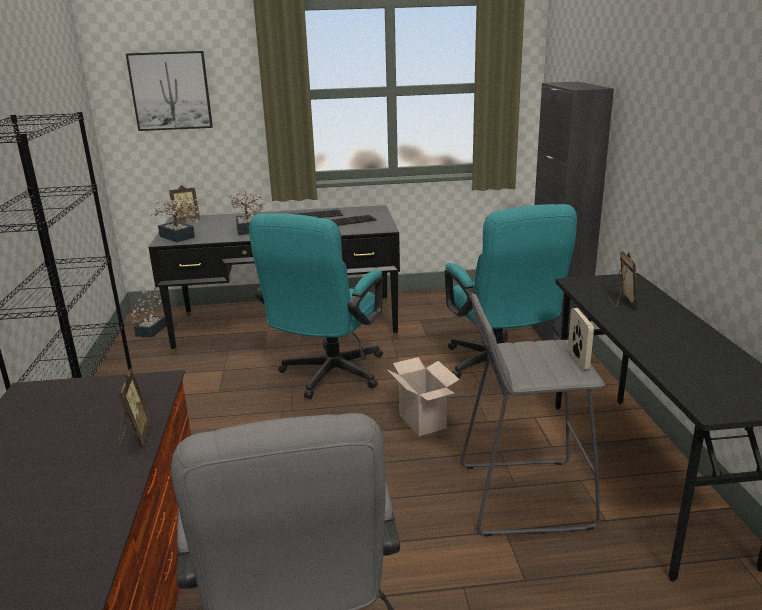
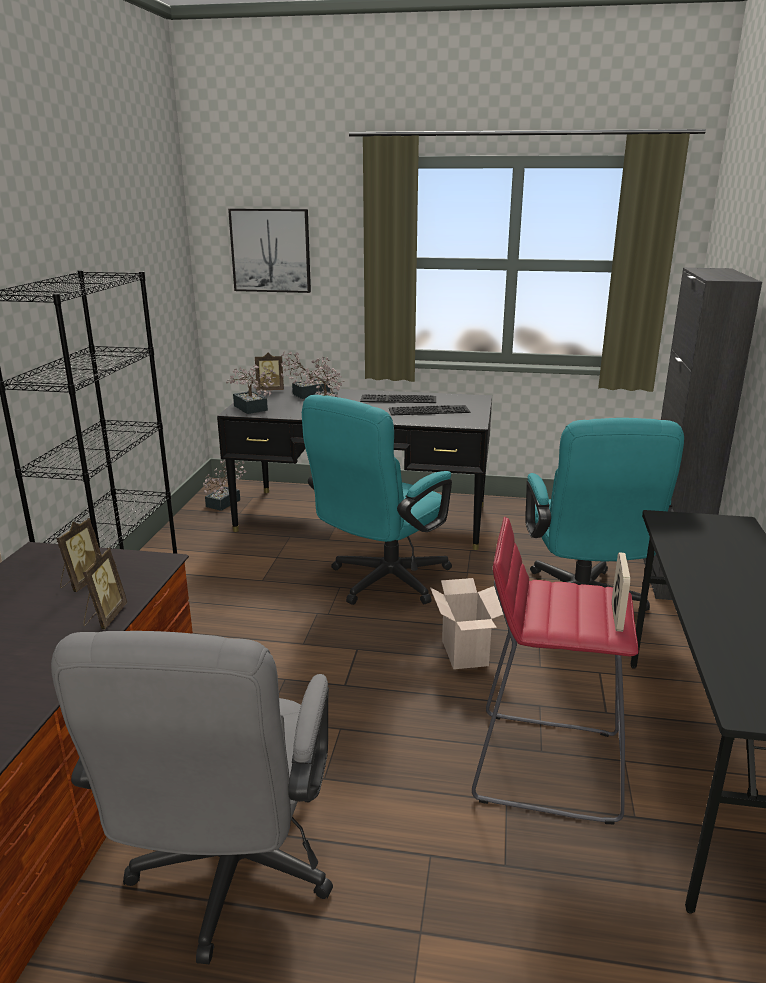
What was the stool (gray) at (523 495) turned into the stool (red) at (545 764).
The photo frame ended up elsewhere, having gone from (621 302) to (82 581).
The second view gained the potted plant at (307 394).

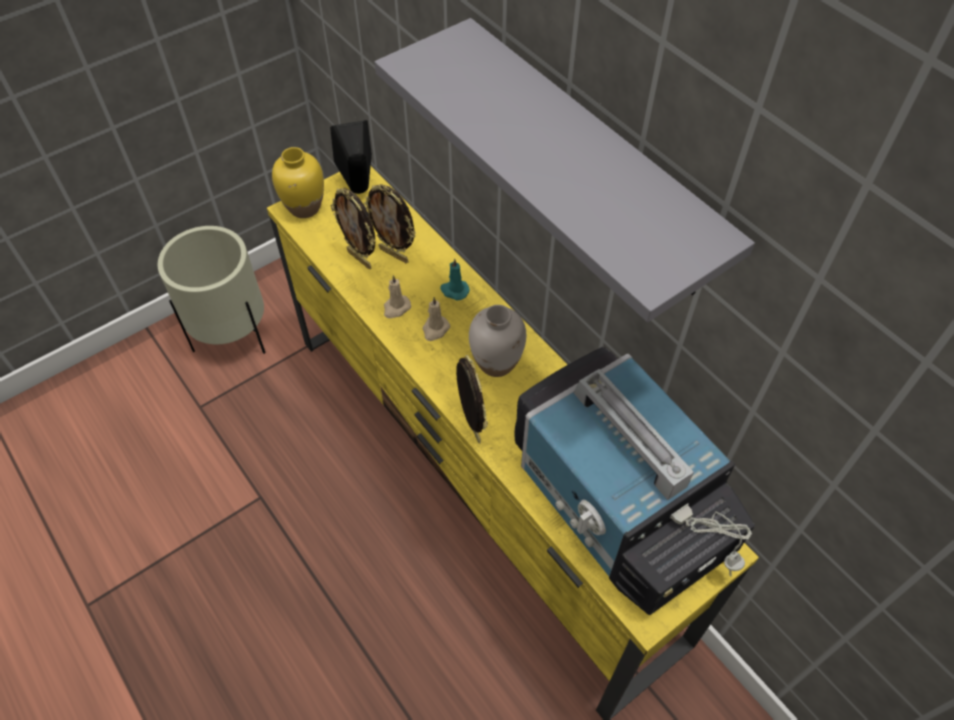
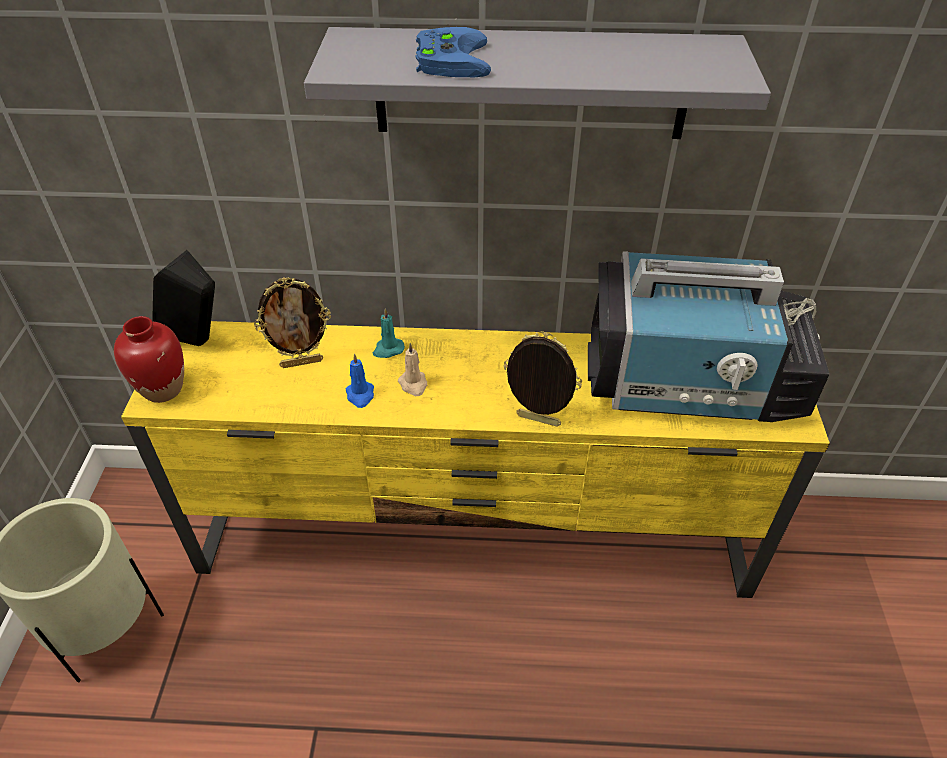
What was the decorative vase (yellow) at (305 207) turned into the decorative vase (red) at (163 389).
The second view lost the photo frame at (360 259).
What was the candle (beige) at (396 308) turned into the candle (blue-coloured) at (360 395).
The second view lost the decorative vase (white) at (496 363).
The second view gained the joypad (blue-coloured) at (449 59).

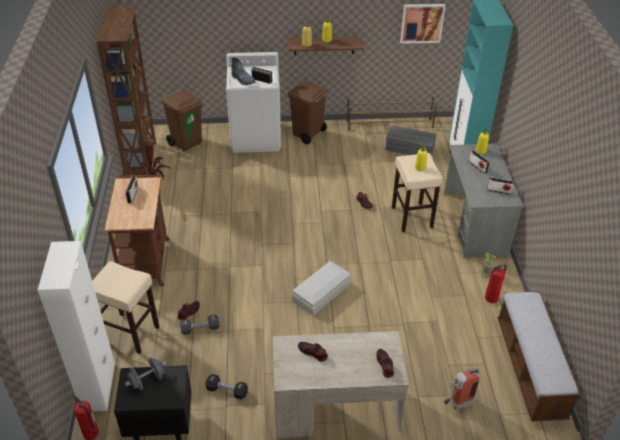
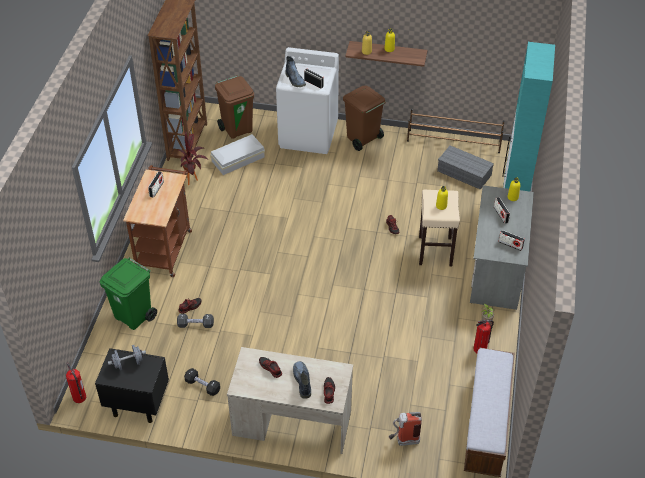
The second view lost the cupboard (white) at (98 387).
Where the stool (beige) stood at (131 333), the rubbish bin (green) came to stand at (134 316).
The storage container (white) ended up elsewhere, having gone from (322 292) to (239 159).
The second view lost the wall art at (422 23).
The second view gained the tall boot at (302 381).

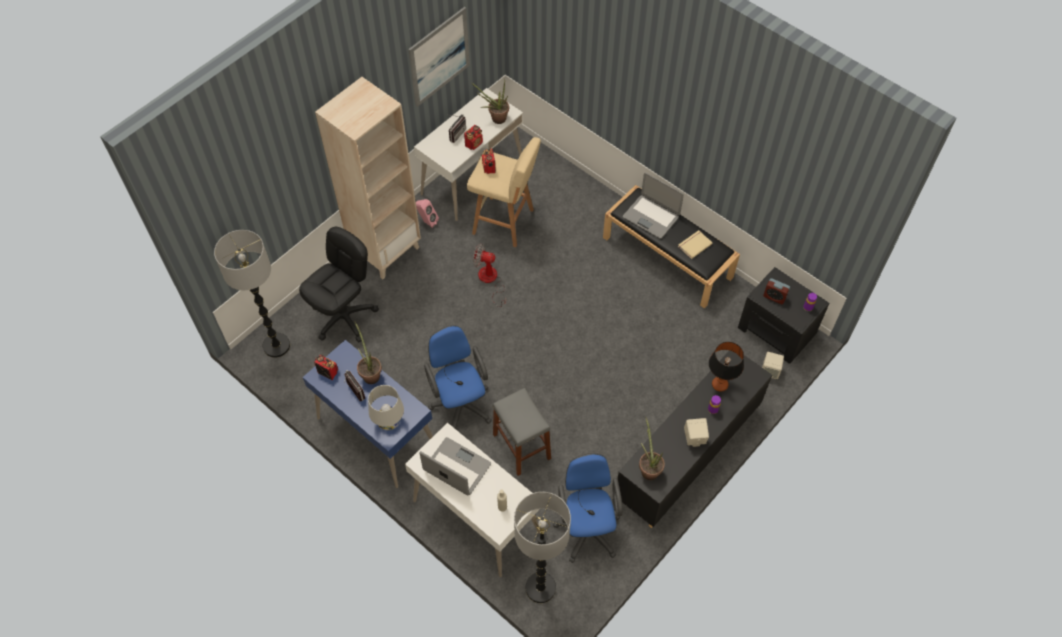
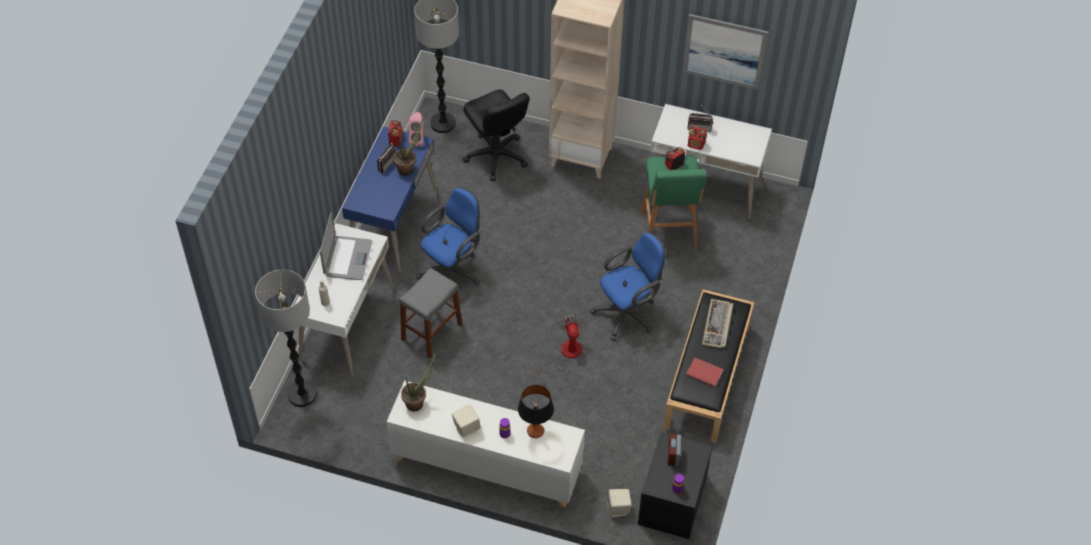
The computer chair (black-coloured) at (344 317) ended up facing another way, 45 degrees clockwise from before.
The second view lost the table lamp (white) at (389 422).
The loudspeaker (pink) ended up elsewhere, having gone from (427 222) to (417 139).
What was the stool (beige) at (505 222) turned into the stool (green) at (668 231).
The second view lost the potted plant at (495 119).
The cooling fan ended up elsewhere, having gone from (490 280) to (565 354).
The computer chair (blue-coloured) ended up elsewhere, having gone from (587 527) to (628 313).
What was the cupboard (black-coloured) at (687 455) turned into the cupboard (white) at (486 465).
Where the laptop stood at (651 216), the keyboard came to stand at (718 325).
What was the volume (beige) at (694 244) turned into the volume (red) at (704 372).

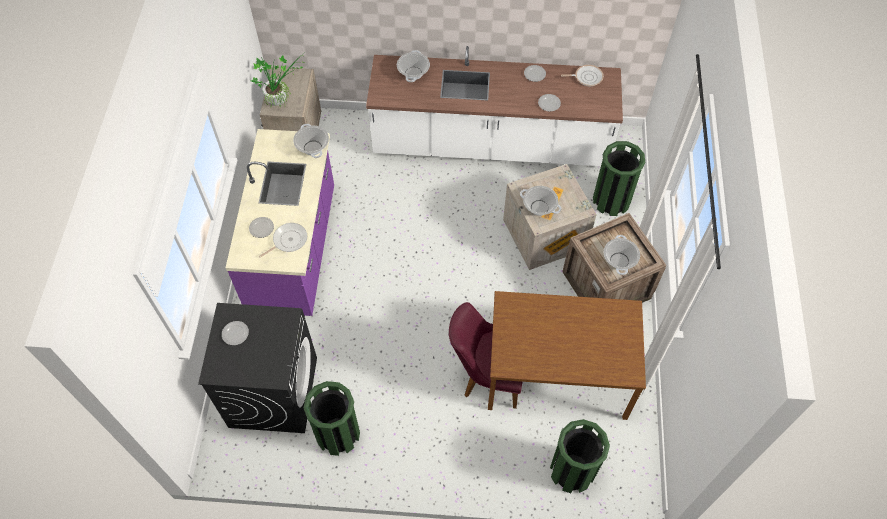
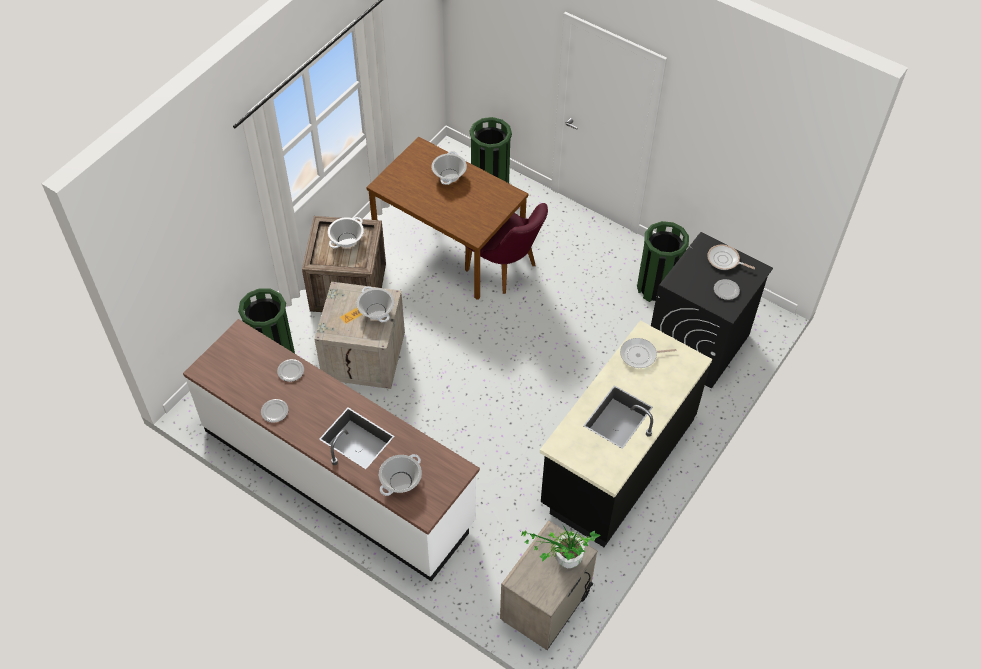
What was the kitchen base unit (purple-coloured) at (295 251) turned into the kitchen base unit (black-coloured) at (617 462).
The second view lost the plate at (261 228).
The saucepot ended up elsewhere, having gone from (312 148) to (449 175).
The frying pan ended up elsewhere, having gone from (586 77) to (725 260).

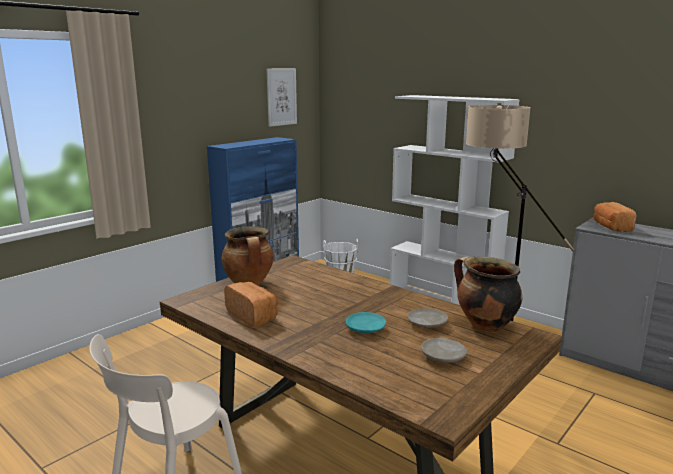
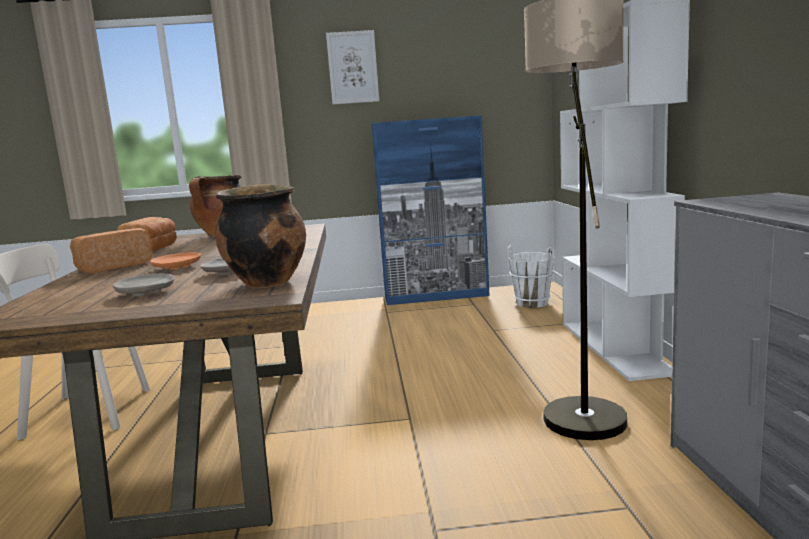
The wall art ended up elsewhere, having gone from (281 97) to (353 67).
What was the plate (turquoise-coloured) at (365 329) turned into the plate (orange) at (176 268).
The baked bread ended up elsewhere, having gone from (610 227) to (112 267).

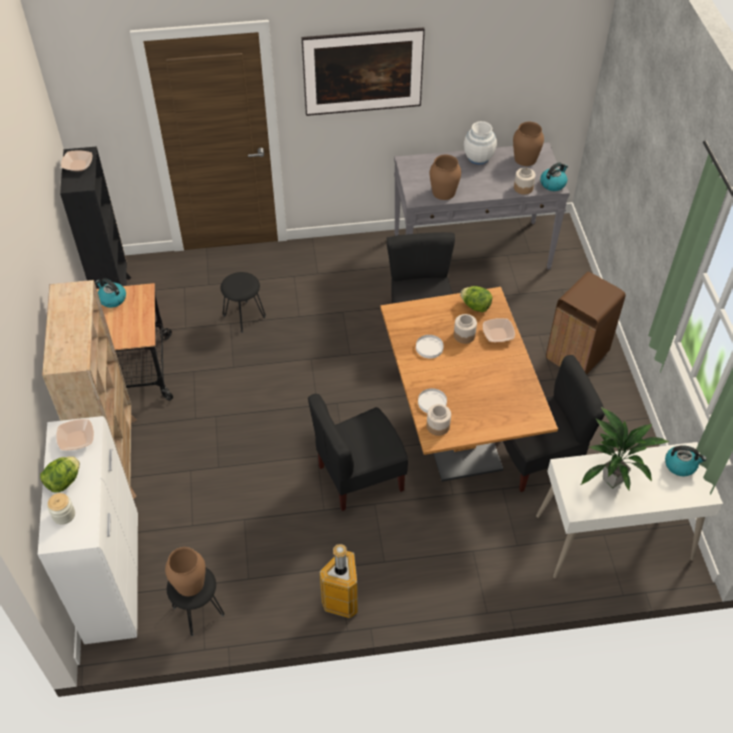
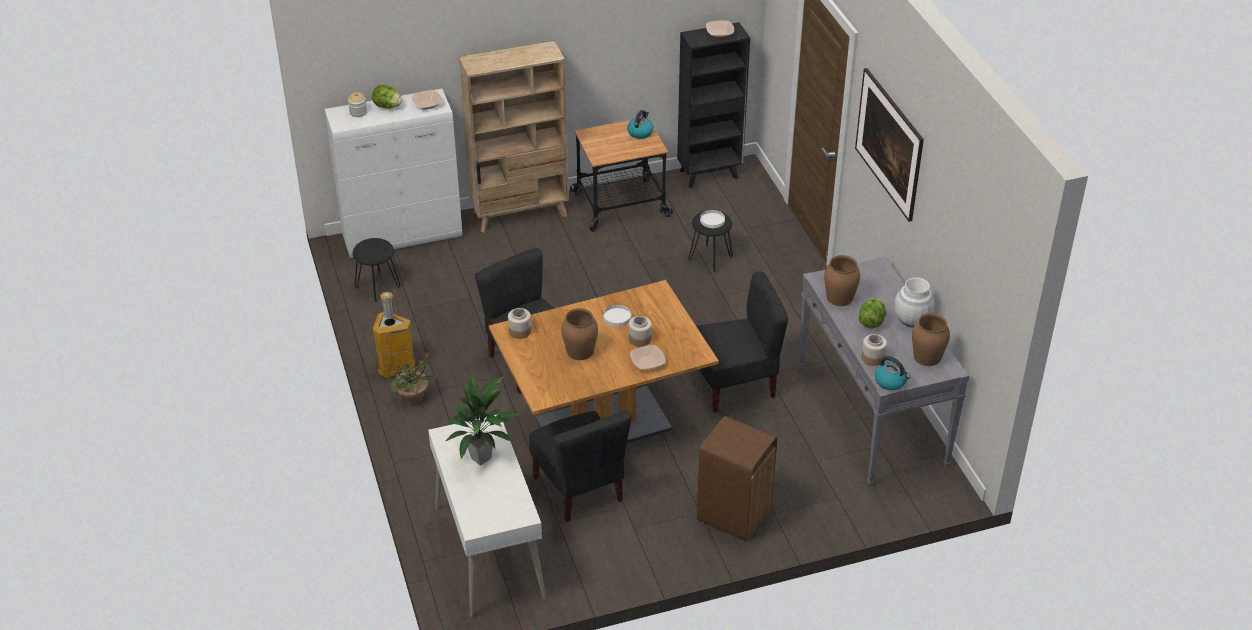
The decorative vase (brown) ended up elsewhere, having gone from (189 583) to (580 351).
The plate (white) ended up elsewhere, having gone from (432 402) to (712 220).
The lettuce ended up elsewhere, having gone from (475 306) to (871 322).
The second view lost the tea kettle at (681 465).
The second view gained the potted plant at (413 398).

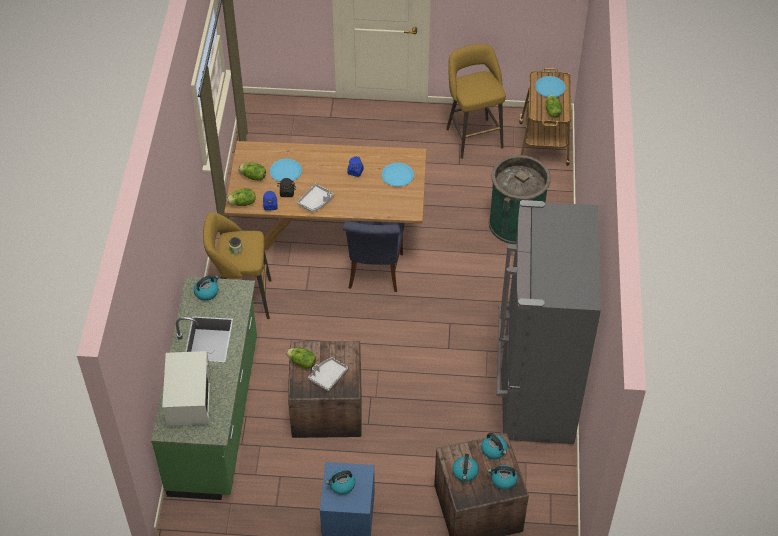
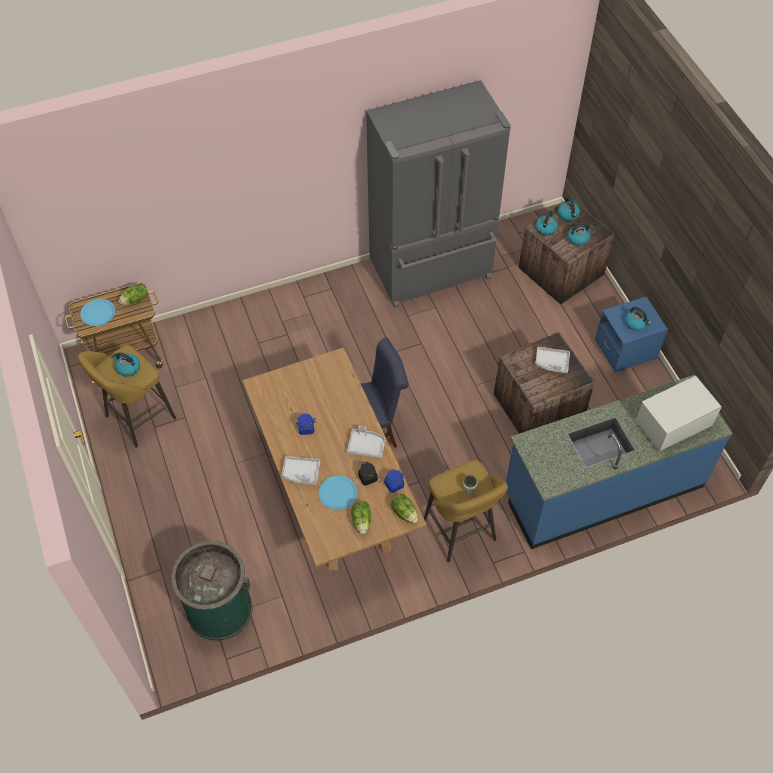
What was the kitchen base unit (green) at (215 416) turned into the kitchen base unit (blue-coloured) at (602 489).
The tea kettle ended up elsewhere, having gone from (207 292) to (127 368).
The second view lost the lettuce at (301 363).
The second view lost the plate (blue-coloured) at (397 175).
The rubbish bin (green) ended up elsewhere, having gone from (516 223) to (219 608).
The second view gained the tray (gray) at (301 473).

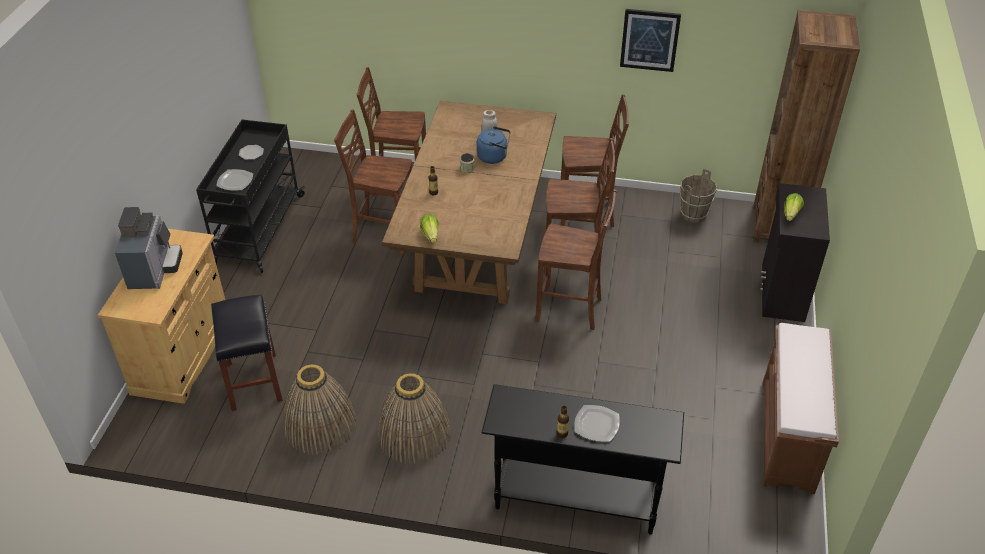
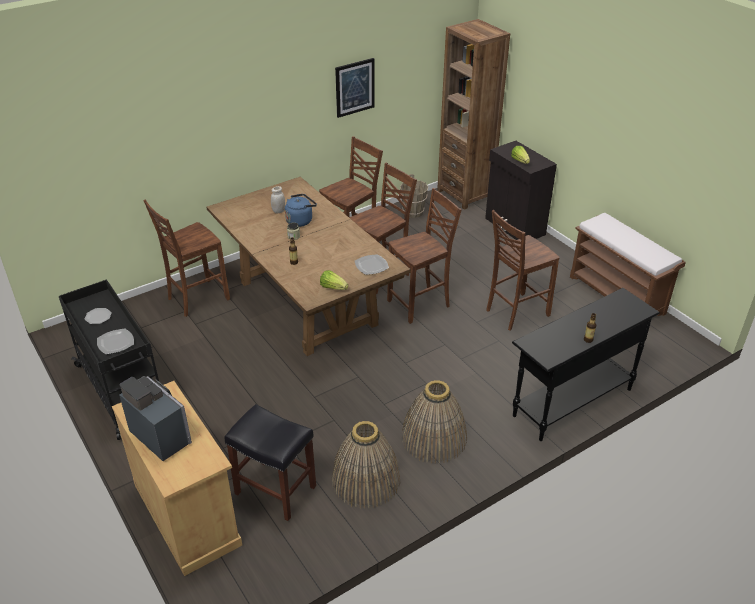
The plain chair (brown) ended up elsewhere, having gone from (383 233) to (515 312).
The plate ended up elsewhere, having gone from (596 425) to (371 266).

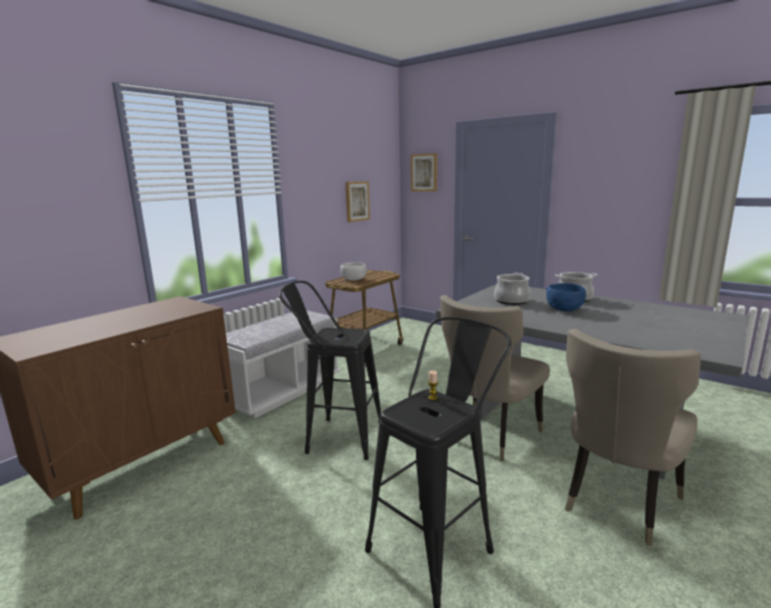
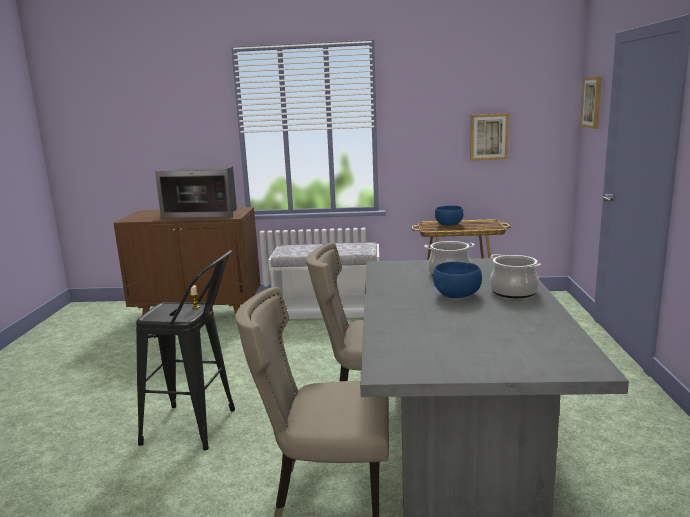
The second view lost the stool (black-coloured) at (336 437).
What was the serving bowl (white) at (354 279) turned into the serving bowl (blue-coloured) at (449 225).
The second view gained the microwave at (203 213).

